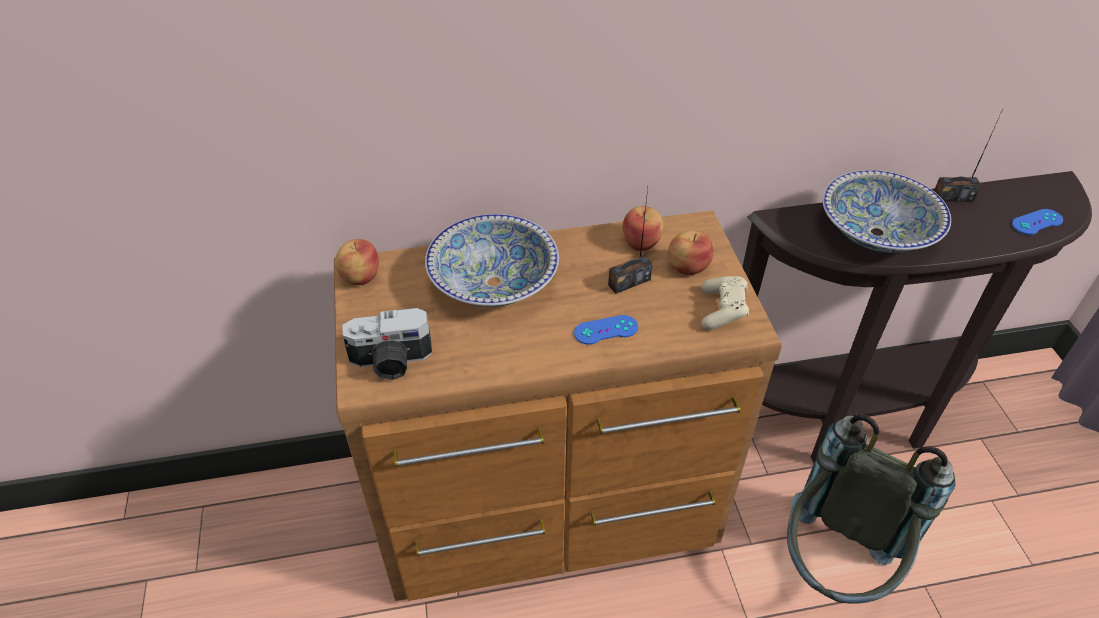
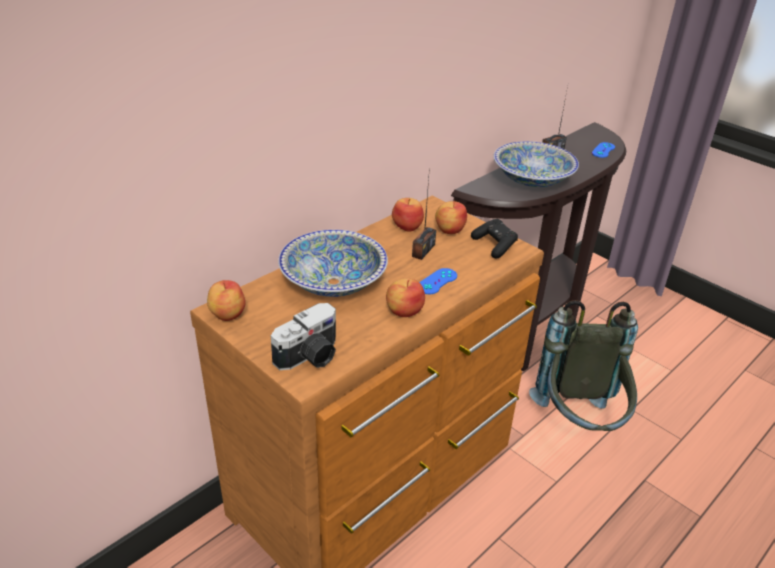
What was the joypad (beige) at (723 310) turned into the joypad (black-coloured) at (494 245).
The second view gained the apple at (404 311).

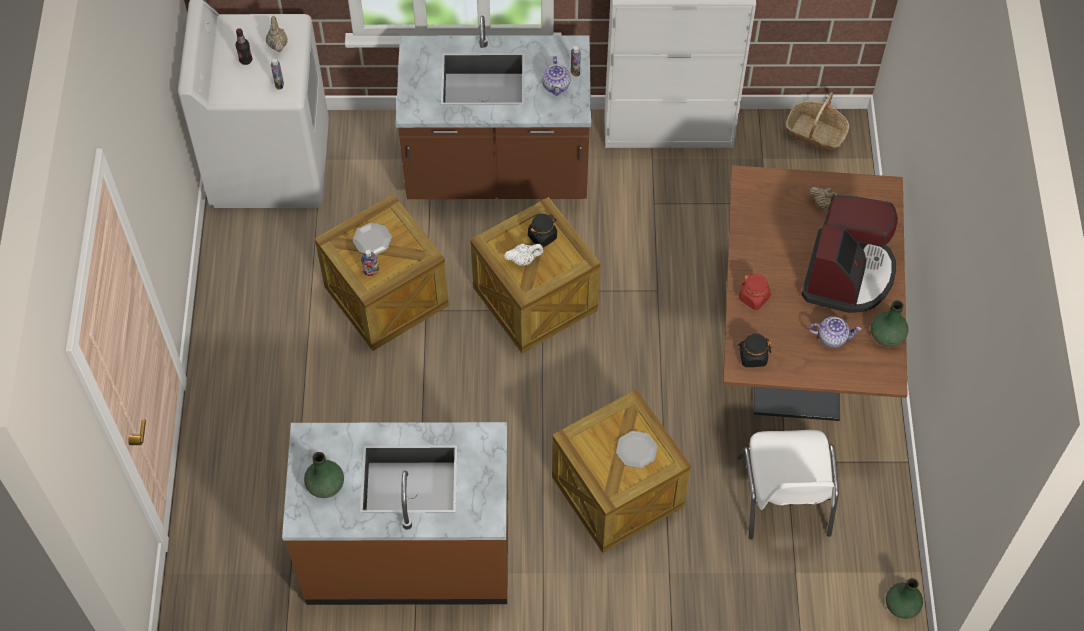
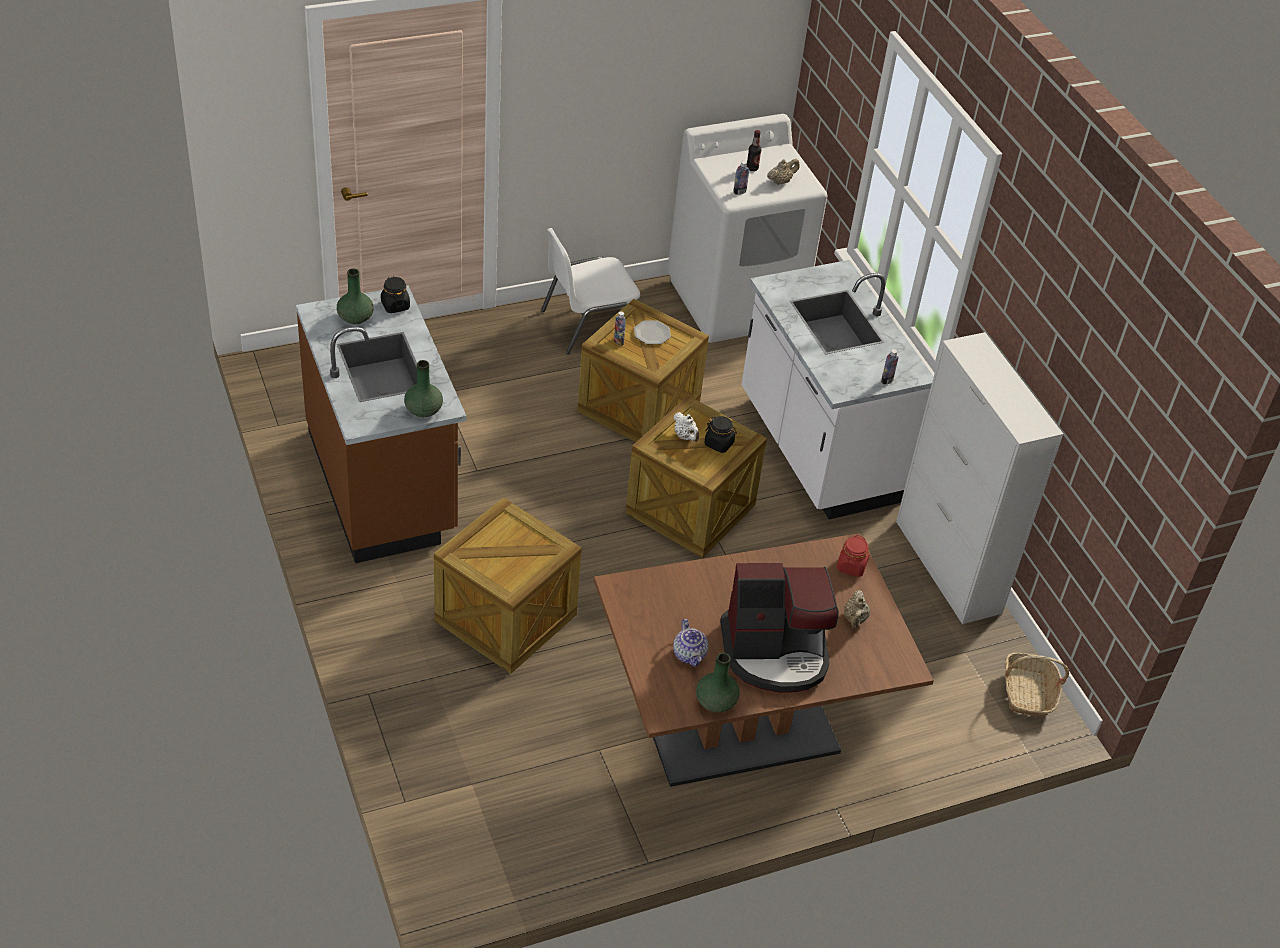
What was the kitchen base unit (brown) at (497 173) turned into the kitchen base unit (white) at (816 450).
The second view lost the pot for tea at (556 85).
The second view lost the plate at (636 450).
The plain chair (white) ended up elsewhere, having gone from (784 498) to (589 324).
The storage jar (black-coloured) ended up elsewhere, having gone from (752 357) to (395 305).
The storage jar (red) ended up elsewhere, having gone from (754 298) to (851 566).
The decorative vase (green) ended up elsewhere, having gone from (901 605) to (424 410).

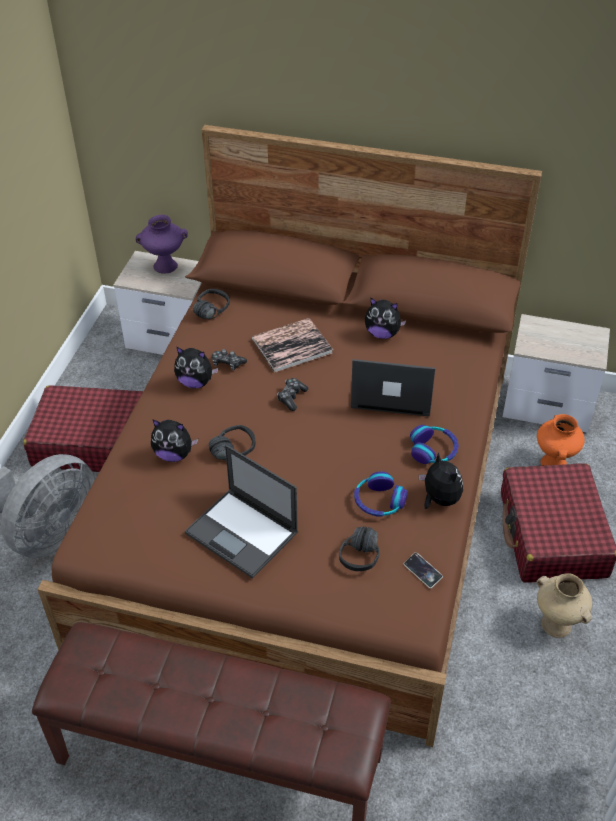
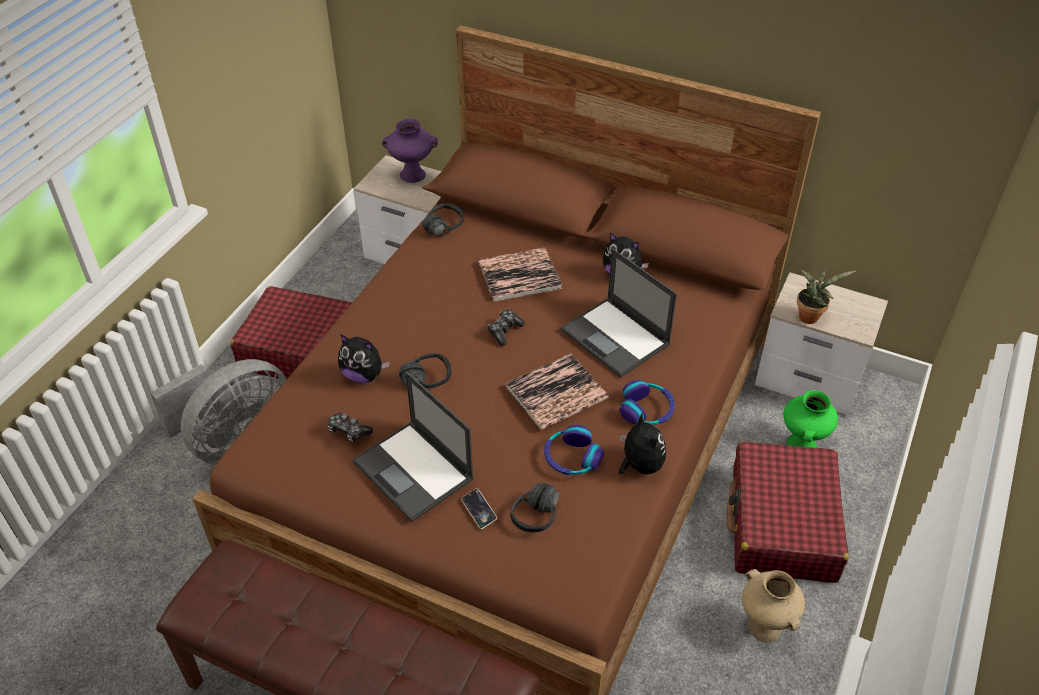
The second view lost the cuddly toy at (195 382).
The joypad ended up elsewhere, having gone from (227 363) to (348 431).
The laptop at (391 390) ended up facing another way, 150 degrees counterclockwise from before.
The handset ended up elsewhere, having gone from (422 572) to (479 510).
What was the decorative vase (orange) at (554 464) turned into the decorative vase (green) at (802 445).
The second view gained the volume at (556 393).
The second view gained the potted plant at (810 316).

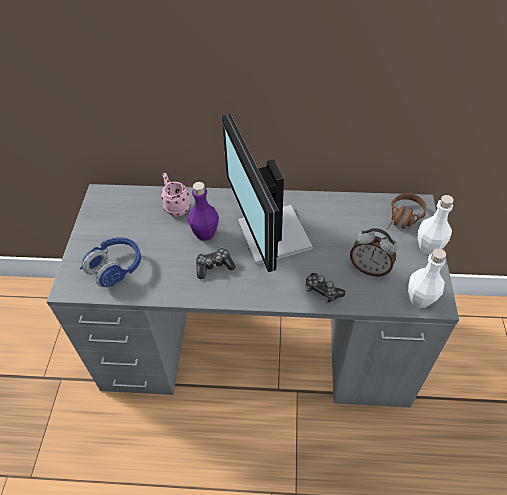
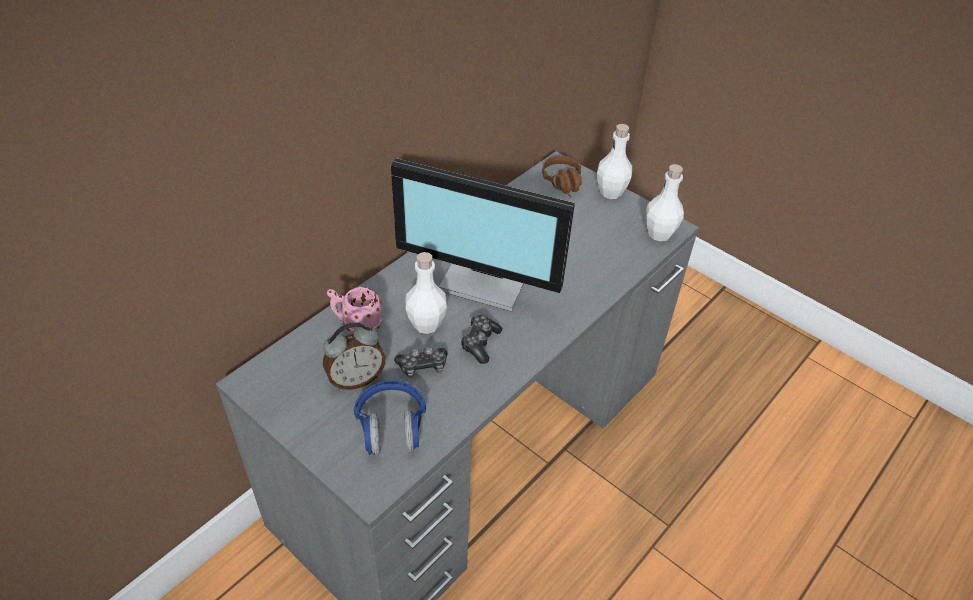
What was the drink bottle (purple-coloured) at (205 233) turned into the drink bottle (white) at (426 324).
The joypad ended up elsewhere, having gone from (322 291) to (422 366).
The table clock ended up elsewhere, having gone from (369 268) to (356 379).

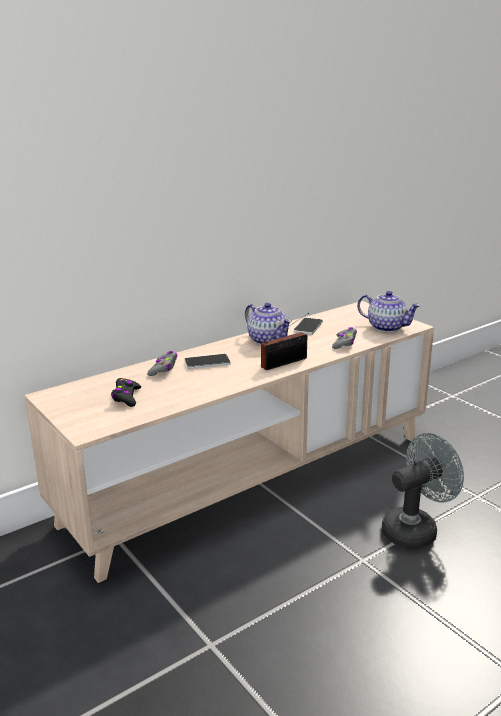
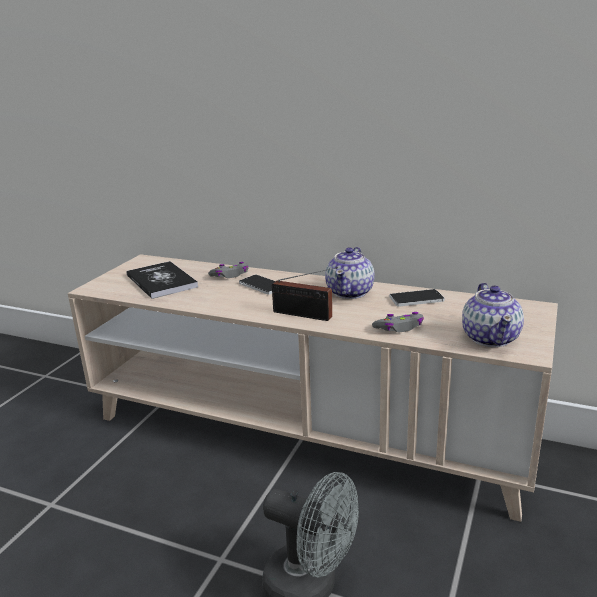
Where the joypad (black-coloured) stood at (126 397), the volume came to stand at (161 281).

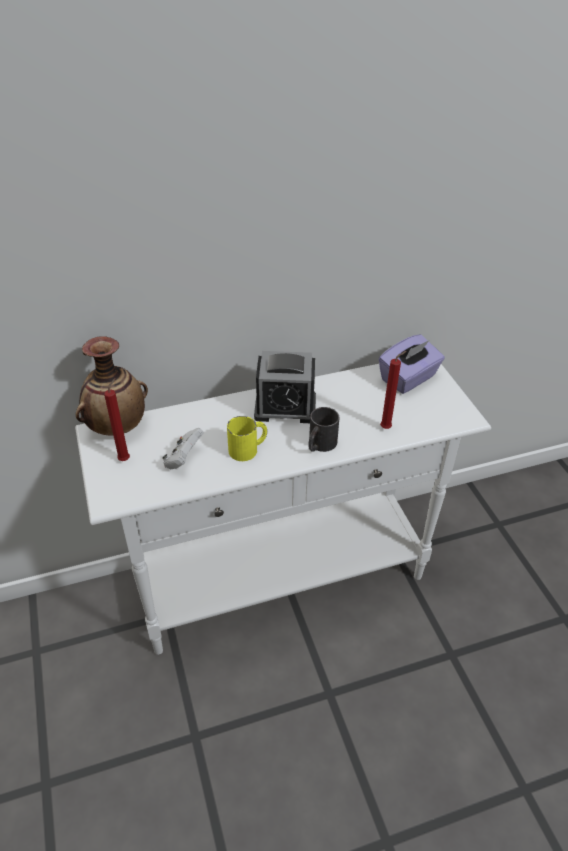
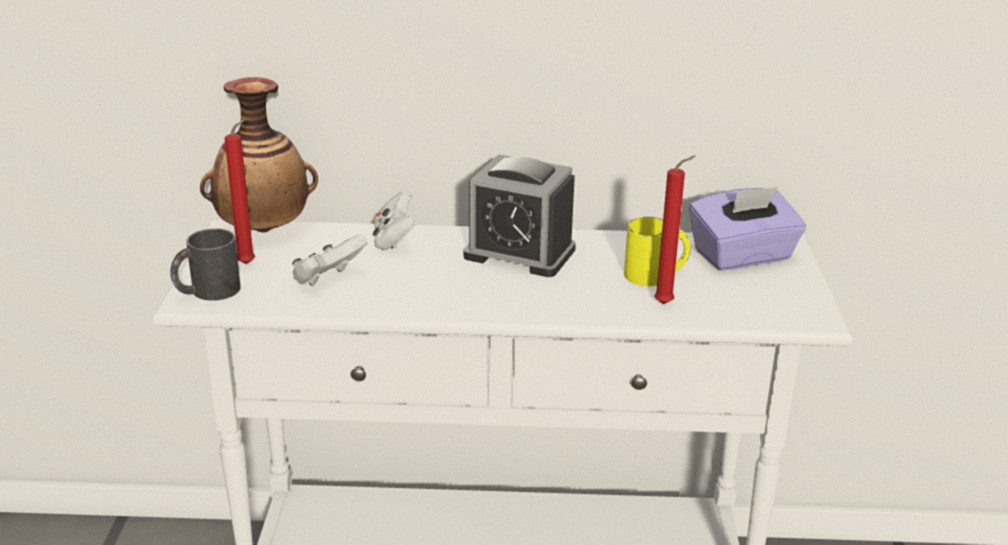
The tea mug (yellow) ended up elsewhere, having gone from (248 448) to (656 274).
The tea mug (black-coloured) ended up elsewhere, having gone from (319 445) to (207 291).
The second view gained the joypad (white) at (394 240).

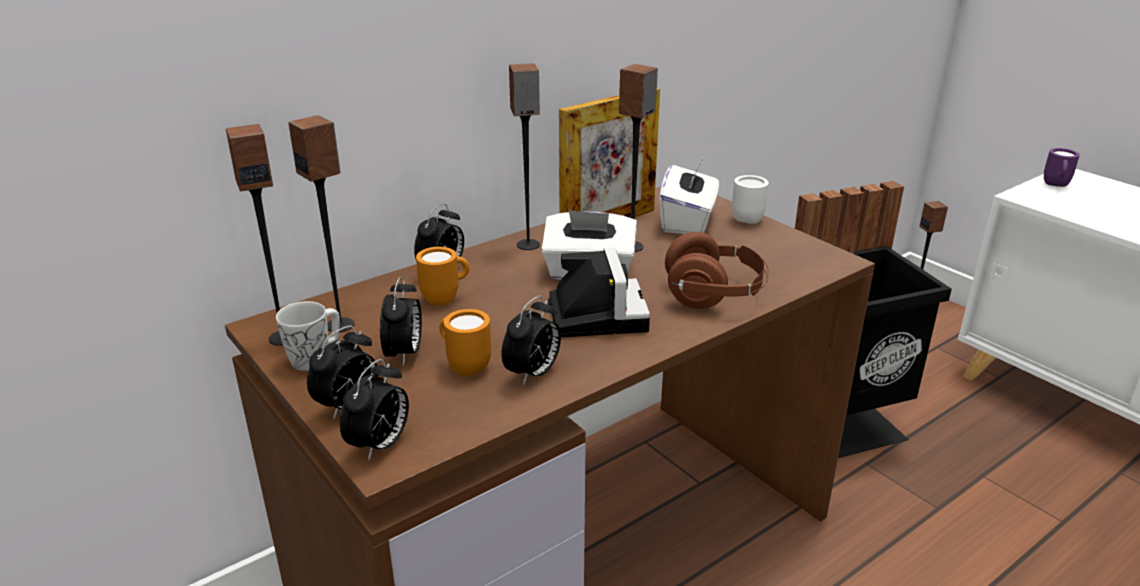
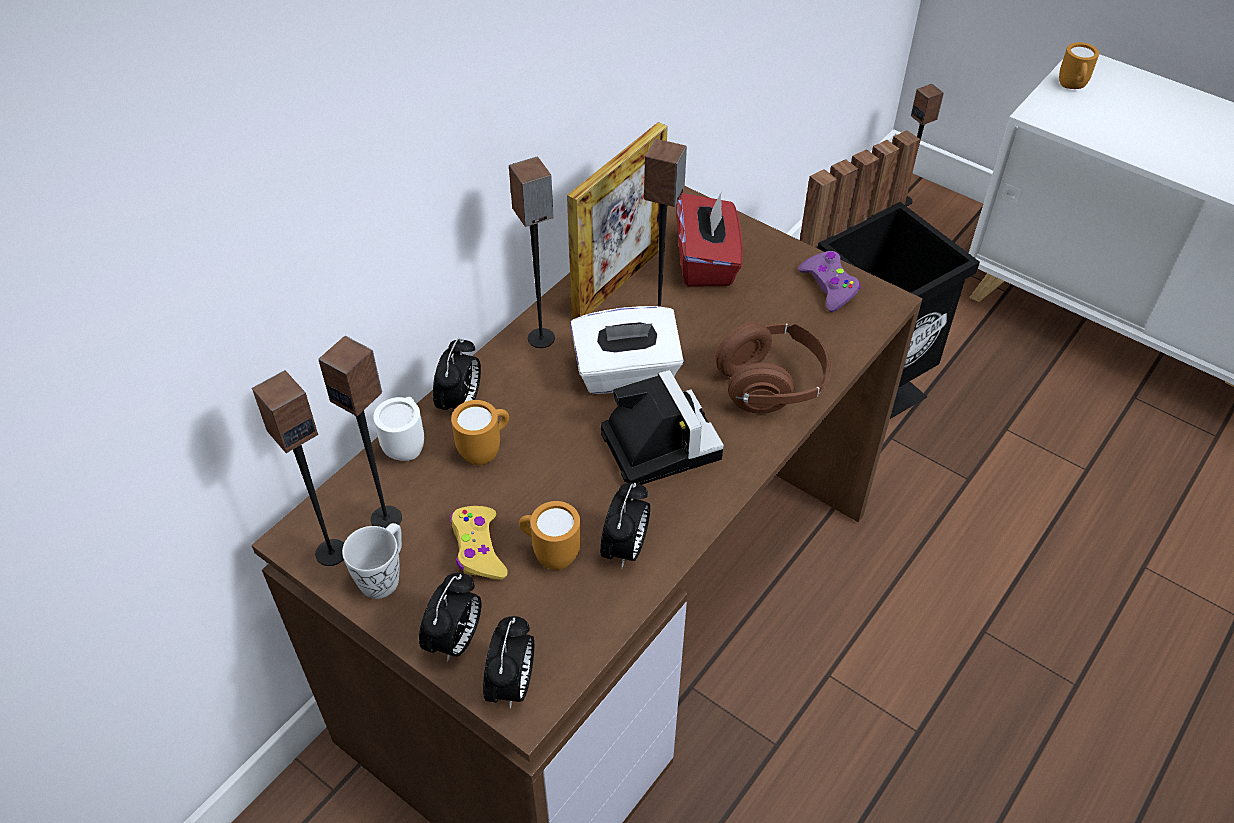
Where the table clock stood at (404 354), the joypad (yellow) came to stand at (478 549).
What was the tissue holder (white) at (688 221) turned into the tissue holder (red) at (707 262).
The tea mug (white) ended up elsewhere, having gone from (748 218) to (407 446).
What was the tea mug (purple-coloured) at (1055 186) turned into the tea mug (orange) at (1072 88).
The second view gained the joypad (purple-coloured) at (829 286).

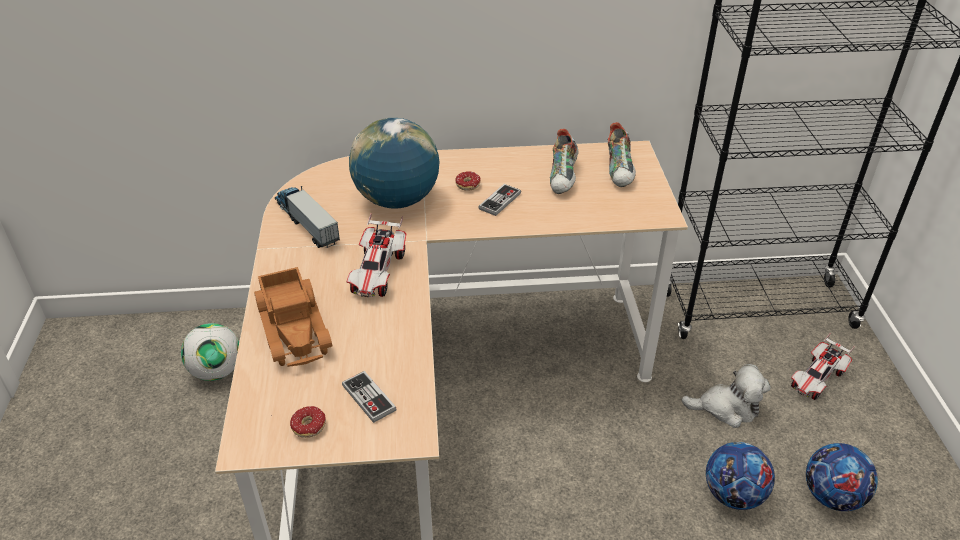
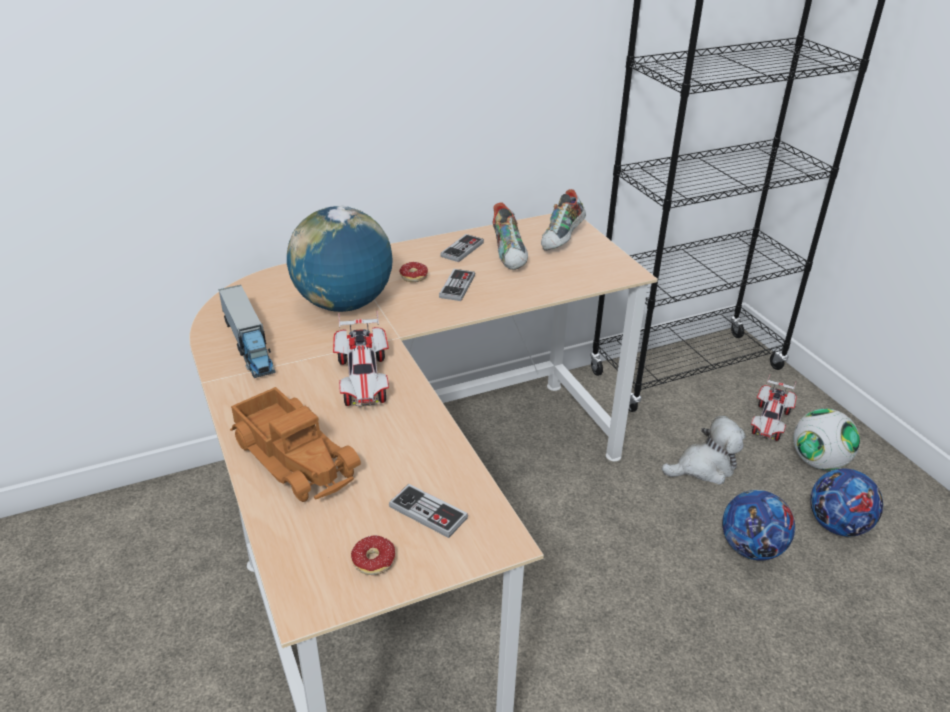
The football ended up elsewhere, having gone from (216 371) to (818 462).
The model truck at (306 223) ended up facing another way, 150 degrees counterclockwise from before.
The item of footwear at (620 171) ended up facing another way, 45 degrees clockwise from before.
The second view gained the joypad at (462 249).

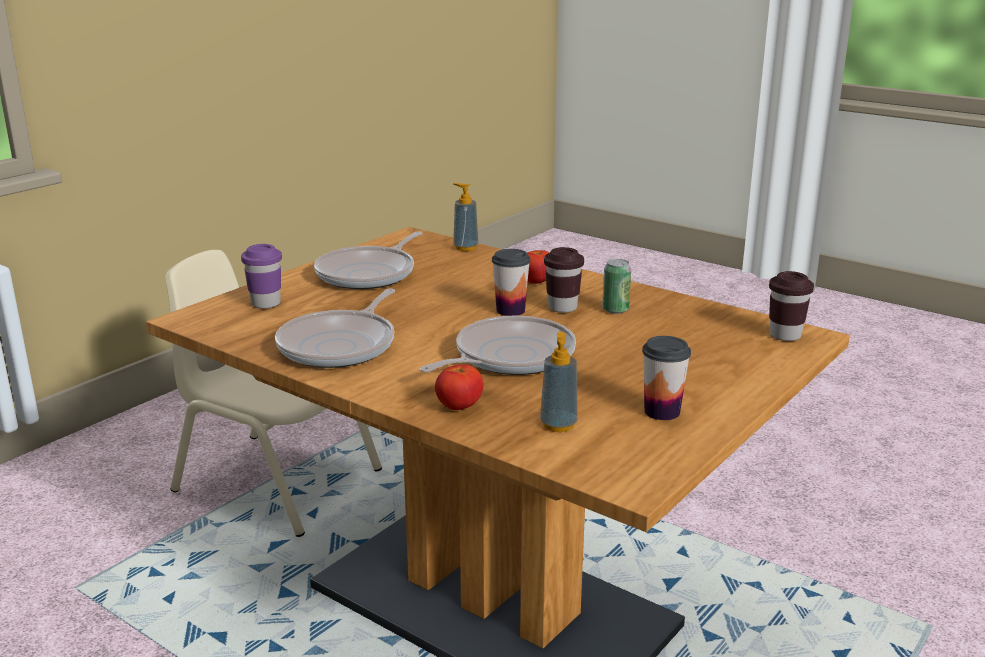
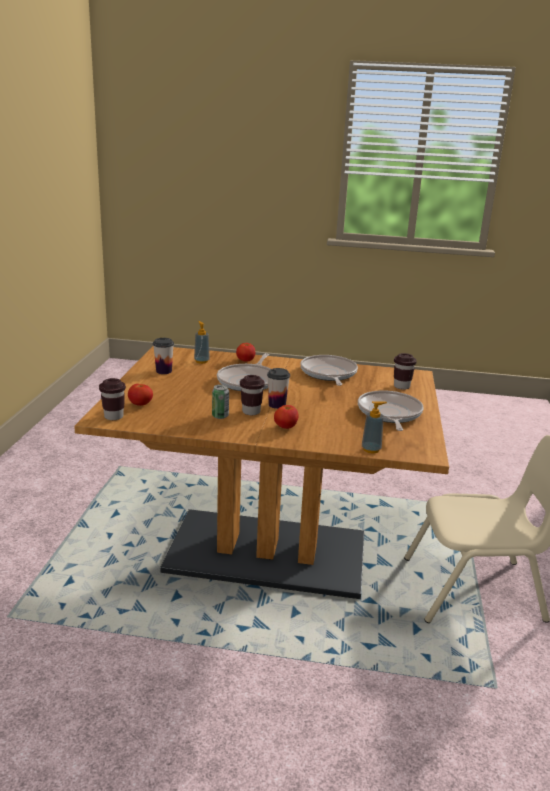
What was the small cup (purple-coloured) at (266 304) turned into the small cup (brown) at (401 386).
The second view gained the tomato at (140 405).

